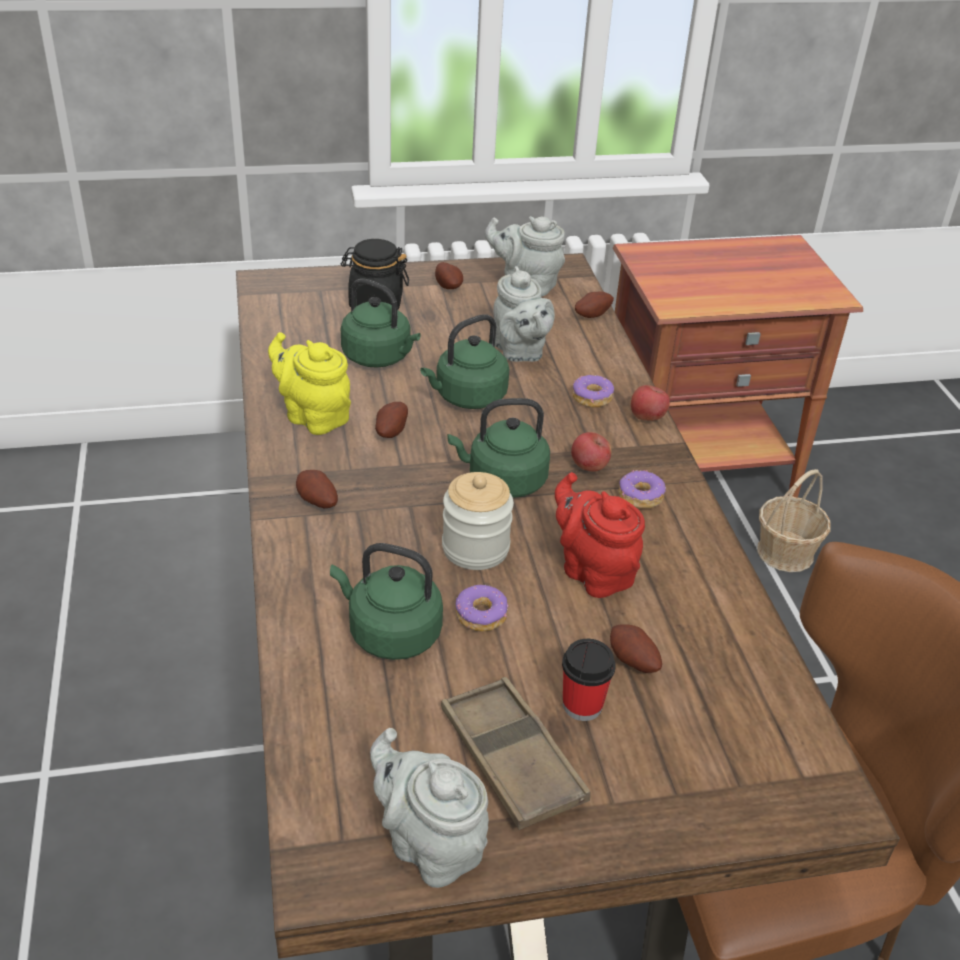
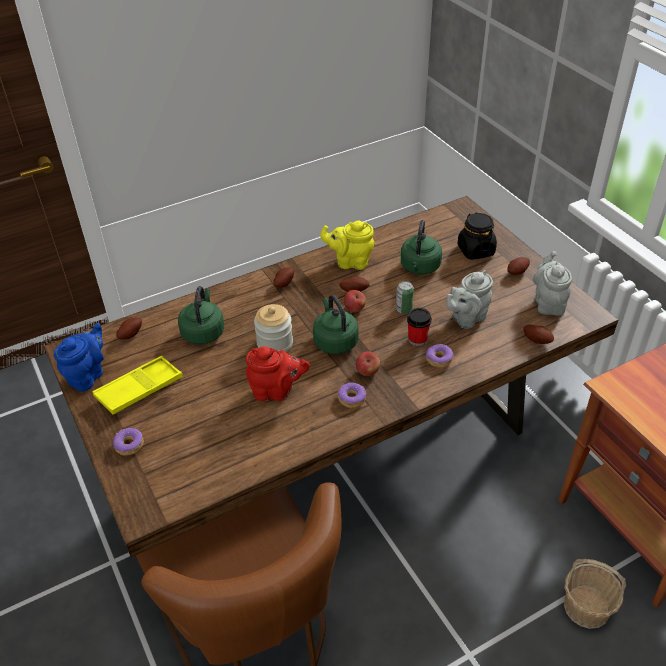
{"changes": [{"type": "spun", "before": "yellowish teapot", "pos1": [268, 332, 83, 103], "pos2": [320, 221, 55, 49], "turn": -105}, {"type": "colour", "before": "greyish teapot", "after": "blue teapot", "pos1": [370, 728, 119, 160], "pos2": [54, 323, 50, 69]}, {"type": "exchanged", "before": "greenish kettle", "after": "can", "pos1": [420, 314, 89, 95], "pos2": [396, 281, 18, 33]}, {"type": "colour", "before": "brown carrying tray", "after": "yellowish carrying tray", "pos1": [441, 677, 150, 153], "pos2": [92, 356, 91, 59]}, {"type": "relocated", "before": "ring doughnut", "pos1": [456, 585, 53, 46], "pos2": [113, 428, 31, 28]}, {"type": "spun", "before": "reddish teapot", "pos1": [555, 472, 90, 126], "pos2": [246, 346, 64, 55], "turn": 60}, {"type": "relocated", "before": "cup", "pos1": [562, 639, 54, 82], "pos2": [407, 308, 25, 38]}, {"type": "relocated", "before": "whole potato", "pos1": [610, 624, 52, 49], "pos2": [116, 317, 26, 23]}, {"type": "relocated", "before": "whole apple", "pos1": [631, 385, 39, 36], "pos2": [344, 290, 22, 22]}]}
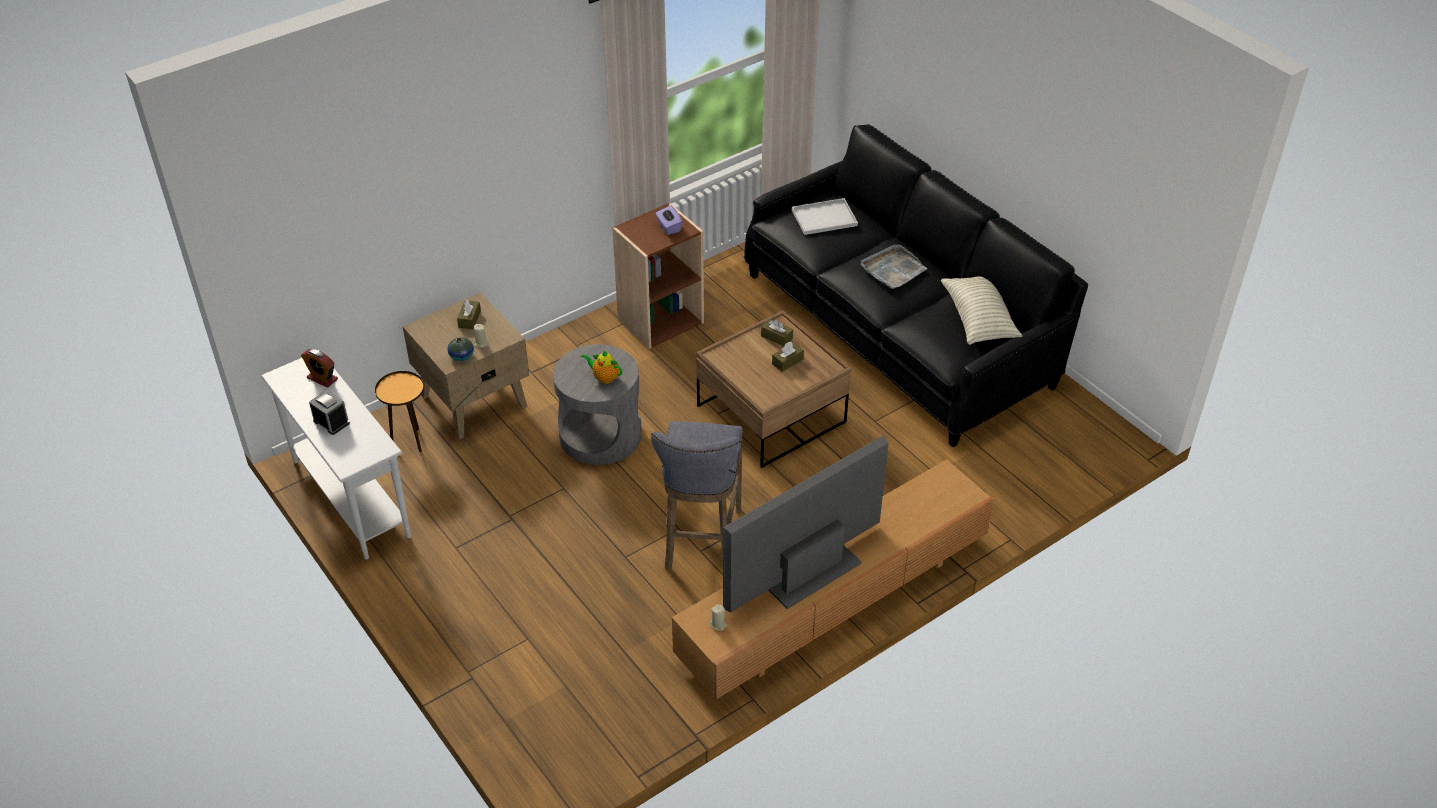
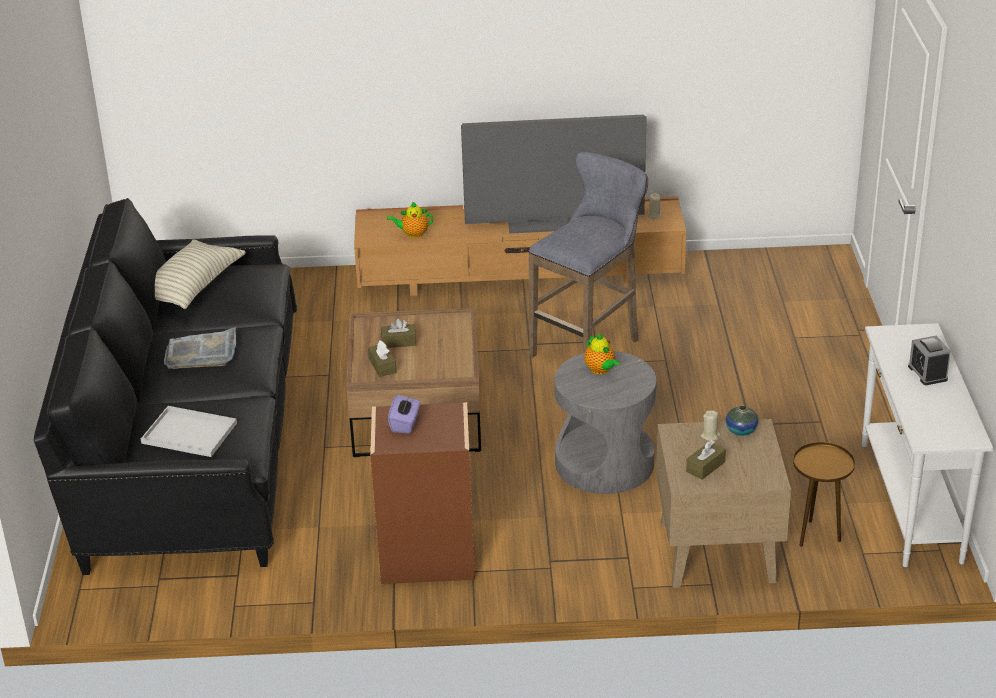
{"changes": [{"type": "missing", "before": "alarm clock", "pos1": [301, 349, 37, 39]}, {"type": "appeared", "after": "teapot", "pos2": [387, 201, 46, 37]}]}
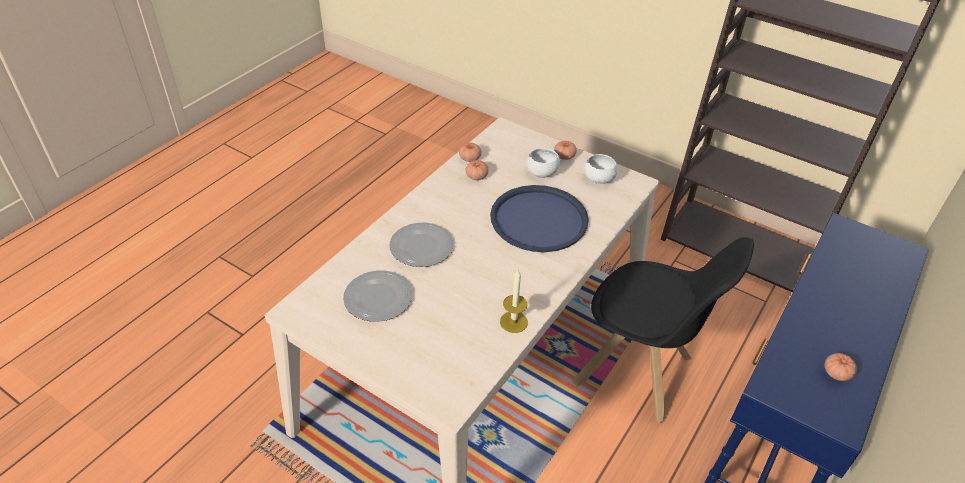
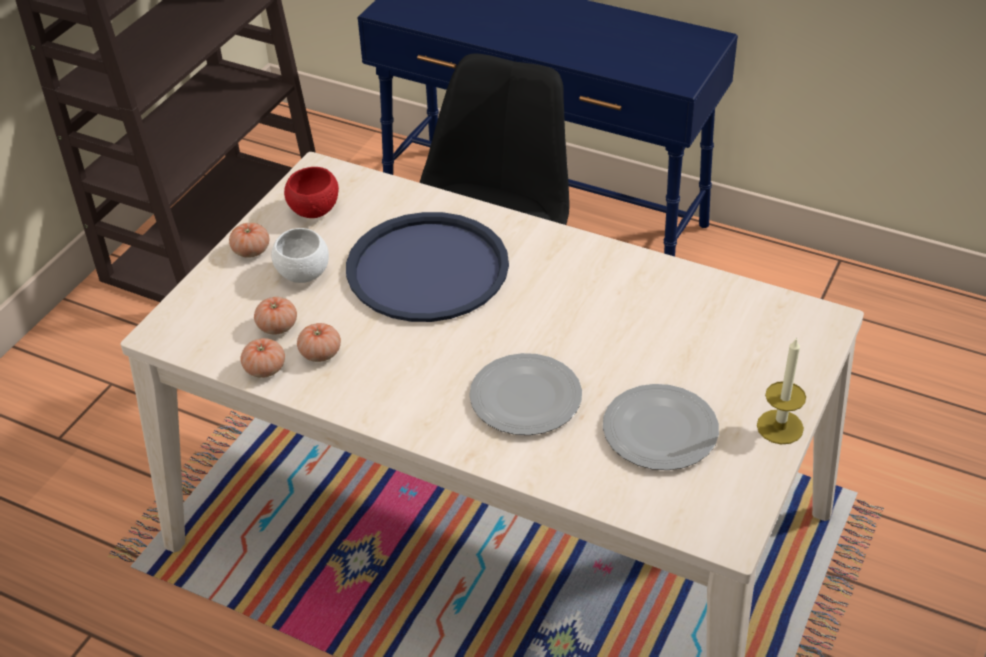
{"changes": [{"type": "relocated", "before": "wax light", "pos1": [500, 270, 28, 63], "pos2": [757, 337, 49, 107]}, {"type": "colour", "before": "whitish serving bowl", "after": "reddish serving bowl", "pos1": [584, 154, 34, 30], "pos2": [284, 167, 55, 51]}, {"type": "relocated", "before": "whole tomato", "pos1": [825, 353, 32, 28], "pos2": [254, 297, 43, 38]}]}
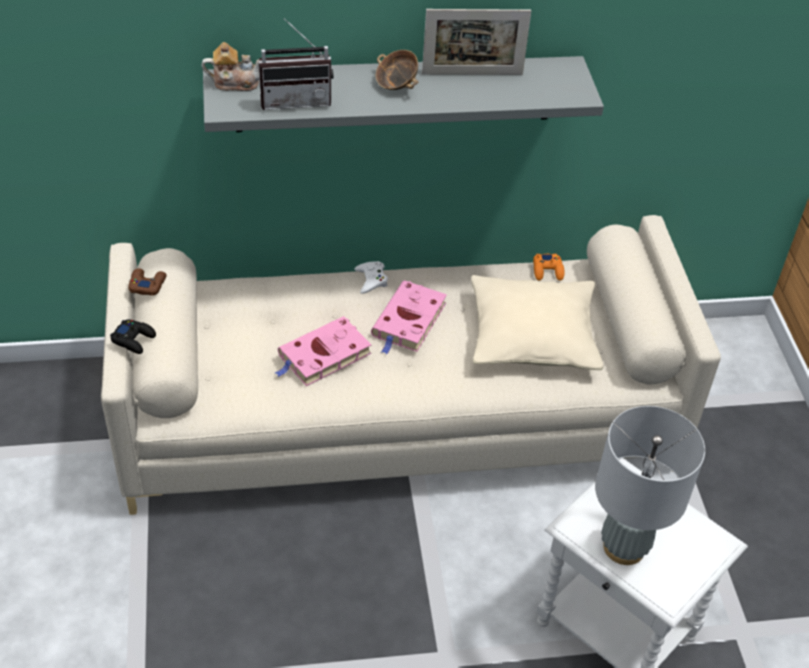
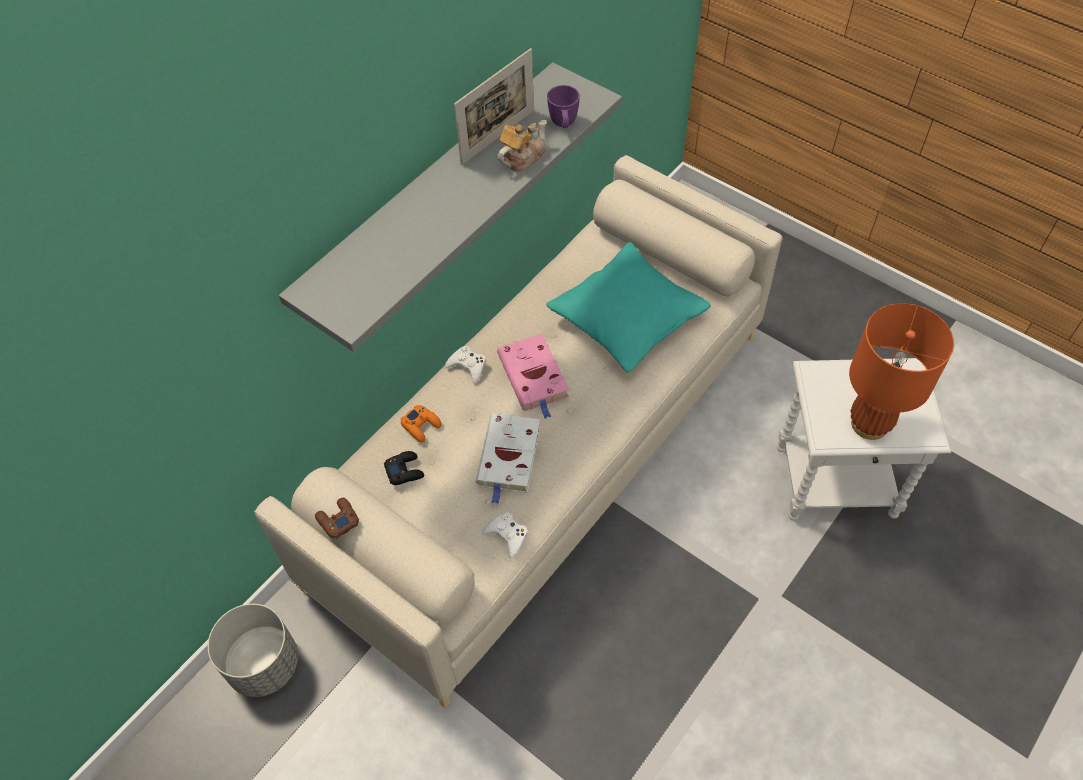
{"changes": [{"type": "relocated", "before": "black game controller", "pos1": [110, 319, 46, 35], "pos2": [384, 451, 40, 34]}, {"type": "relocated", "before": "teapot", "pos1": [202, 42, 57, 49], "pos2": [498, 120, 49, 52]}, {"type": "missing", "before": "radio set", "pos1": [259, 18, 75, 92]}, {"type": "colour", "before": "pink volume", "after": "whitish volume", "pos1": [275, 316, 96, 70], "pos2": [475, 413, 65, 91]}, {"type": "missing", "before": "serving bowl", "pos1": [376, 50, 42, 40]}, {"type": "colour", "before": "beige-coloured pillow", "after": "turquoise pillow", "pos1": [471, 275, 132, 95], "pos2": [546, 242, 164, 131]}, {"type": "relocated", "before": "orangey game controller", "pos1": [533, 254, 32, 27], "pos2": [401, 405, 41, 37]}, {"type": "colour", "before": "greyish lamp for a table", "after": "orangey lamp for a table", "pos1": [595, 406, 110, 159], "pos2": [849, 303, 105, 137]}, {"type": "appeared", "after": "greyish flower pot", "pos2": [208, 604, 90, 93]}, {"type": "appeared", "after": "whitish game controller", "pos2": [482, 512, 46, 47]}, {"type": "appeared", "after": "purple tea mug", "pos2": [547, 85, 33, 43]}]}
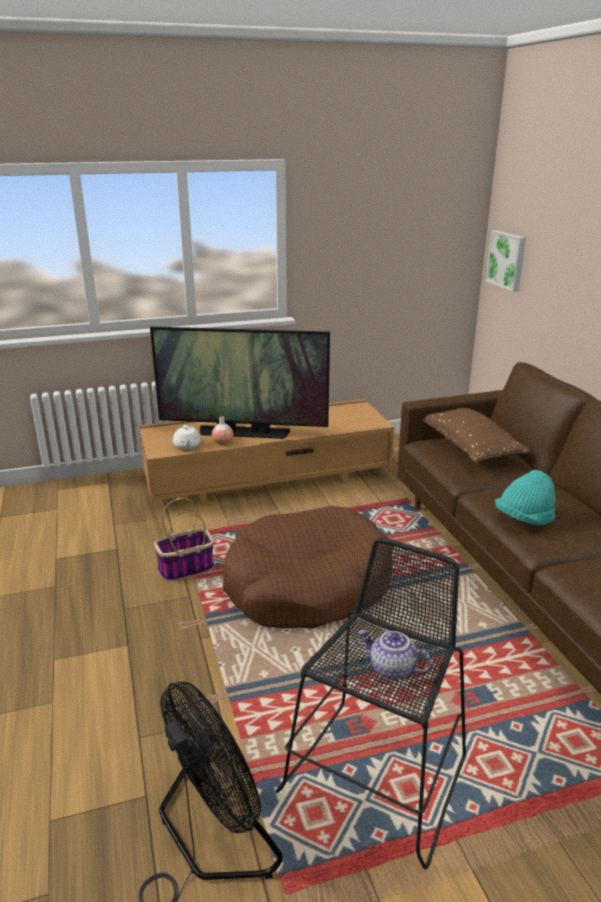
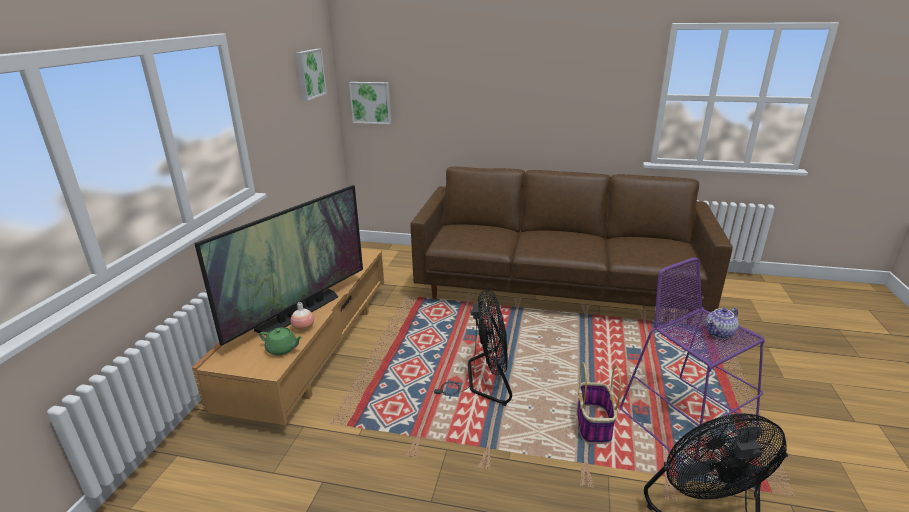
{"changes": [{"type": "relocated", "before": "basket", "pos1": [154, 498, 60, 83], "pos2": [577, 362, 44, 82]}, {"type": "colour", "before": "whitish teapot", "after": "greenish teapot", "pos1": [173, 425, 28, 25], "pos2": [259, 327, 43, 28]}, {"type": "exchanged", "before": "brown dog cushion", "after": "black electric fan", "pos1": [223, 506, 170, 123], "pos2": [433, 289, 79, 117]}, {"type": "colour", "before": "black stool", "after": "purple stool", "pos1": [276, 537, 190, 332], "pos2": [620, 258, 145, 207]}, {"type": "missing", "before": "brown pillow", "pos1": [423, 408, 107, 55]}, {"type": "missing", "before": "turquoise hat", "pos1": [495, 470, 60, 55]}, {"type": "appeared", "after": "picture", "pos2": [296, 49, 31, 52]}]}
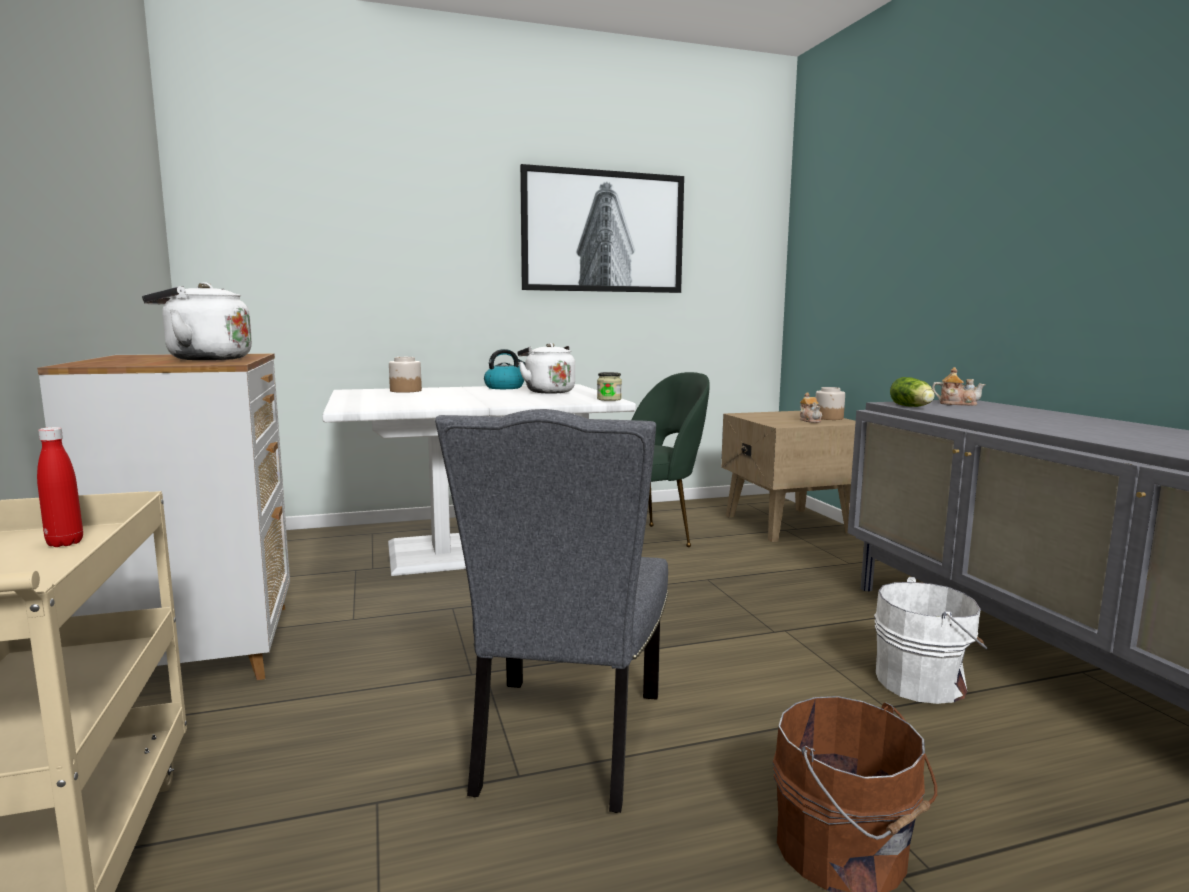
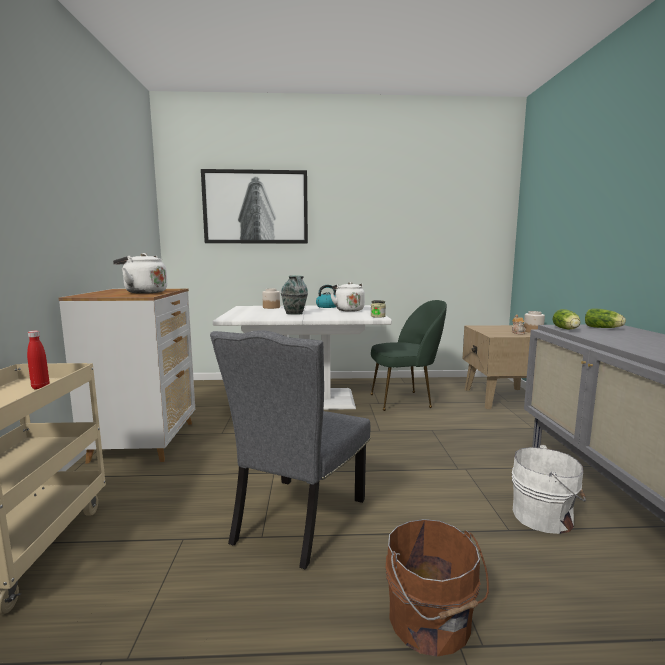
{"changes": [{"type": "relocated", "before": "picture", "pos1": [520, 164, 164, 129], "pos2": [201, 169, 107, 75]}, {"type": "exchanged", "before": "teapot", "after": "head of lettuce", "pos1": [932, 367, 54, 39], "pos2": [585, 308, 41, 20]}, {"type": "appeared", "after": "vase", "pos2": [281, 276, 27, 39]}]}
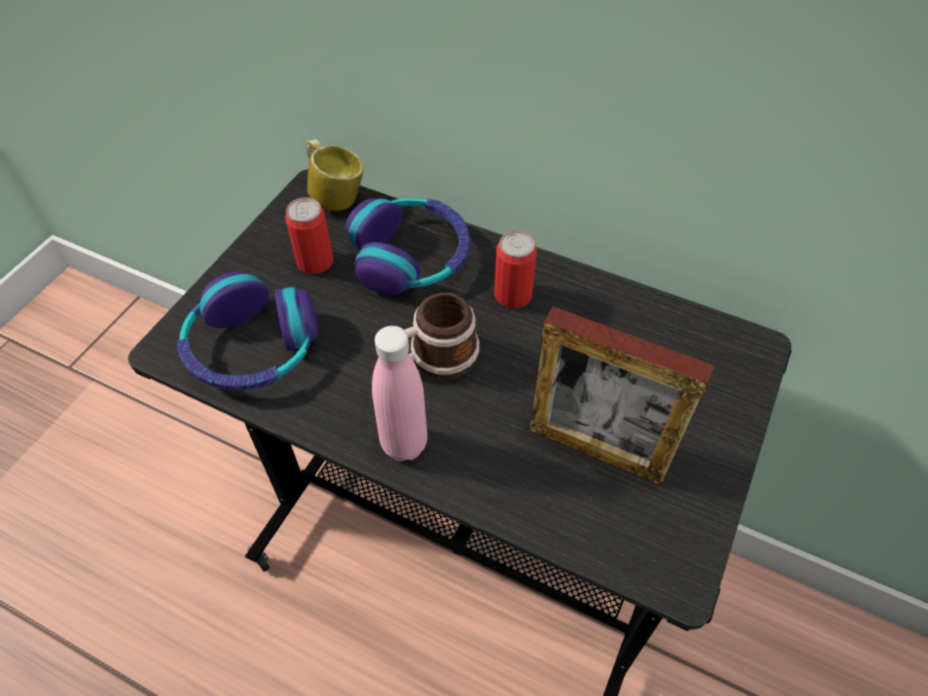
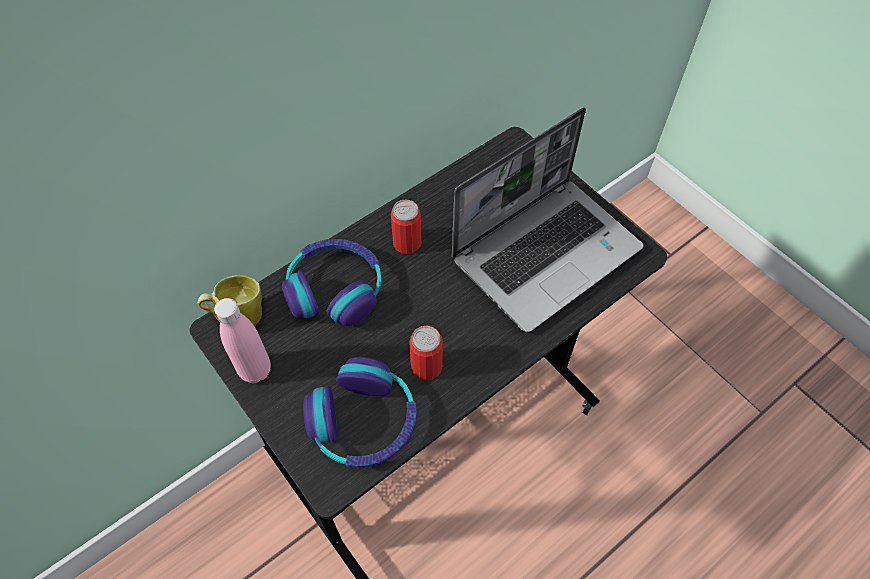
{"changes": [{"type": "relocated", "before": "can", "pos1": [285, 197, 49, 77], "pos2": [409, 326, 34, 54]}, {"type": "relocated", "before": "pink beverage bottle", "pos1": [372, 326, 55, 135], "pos2": [214, 298, 57, 85]}, {"type": "missing", "before": "tea mug", "pos1": [405, 293, 75, 87]}, {"type": "exchanged", "before": "standing frame", "after": "notebook computer", "pos1": [529, 306, 185, 179], "pos2": [452, 107, 191, 226]}]}
